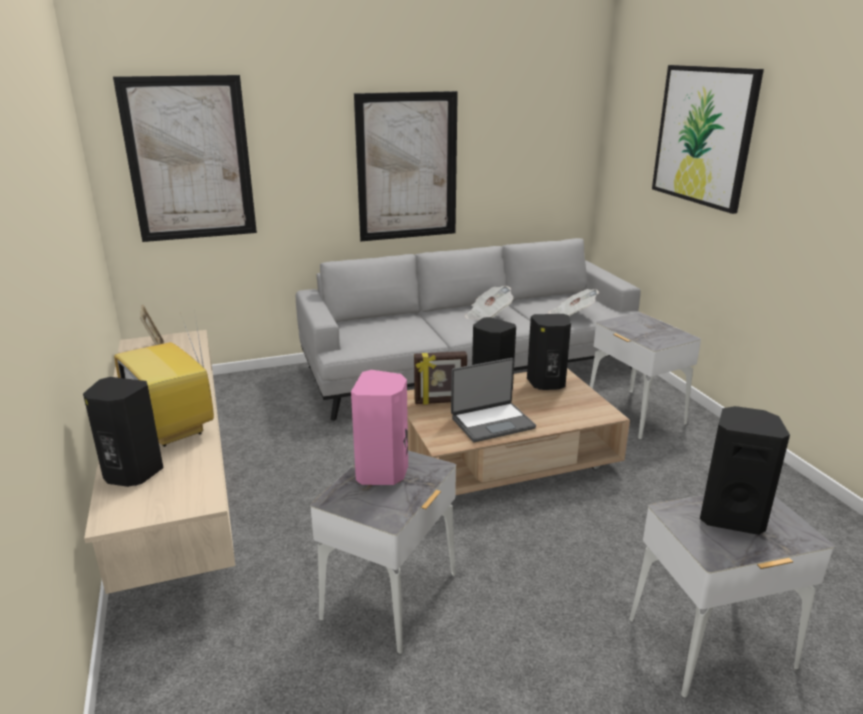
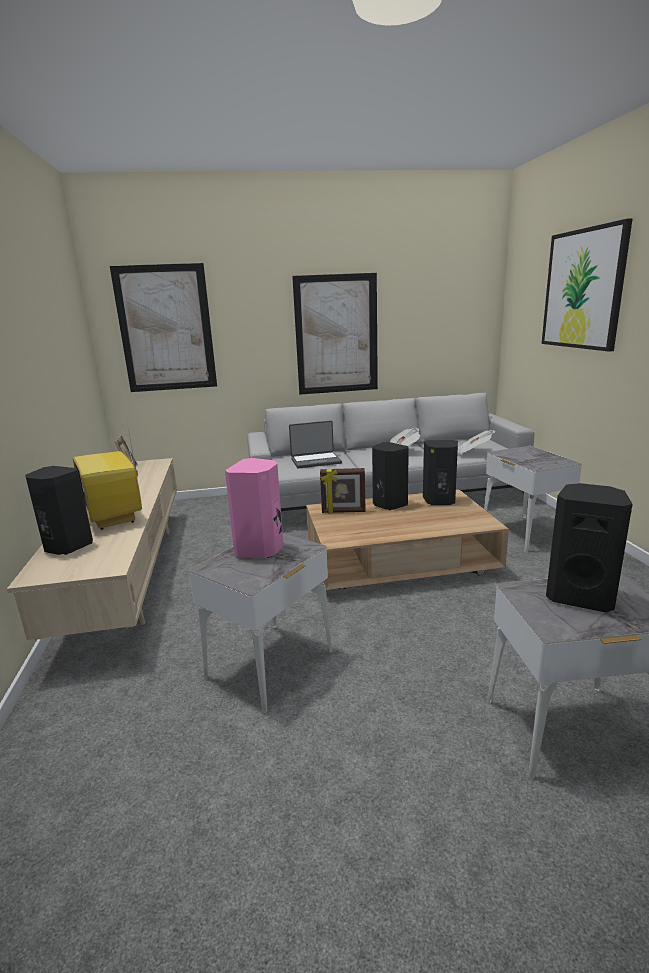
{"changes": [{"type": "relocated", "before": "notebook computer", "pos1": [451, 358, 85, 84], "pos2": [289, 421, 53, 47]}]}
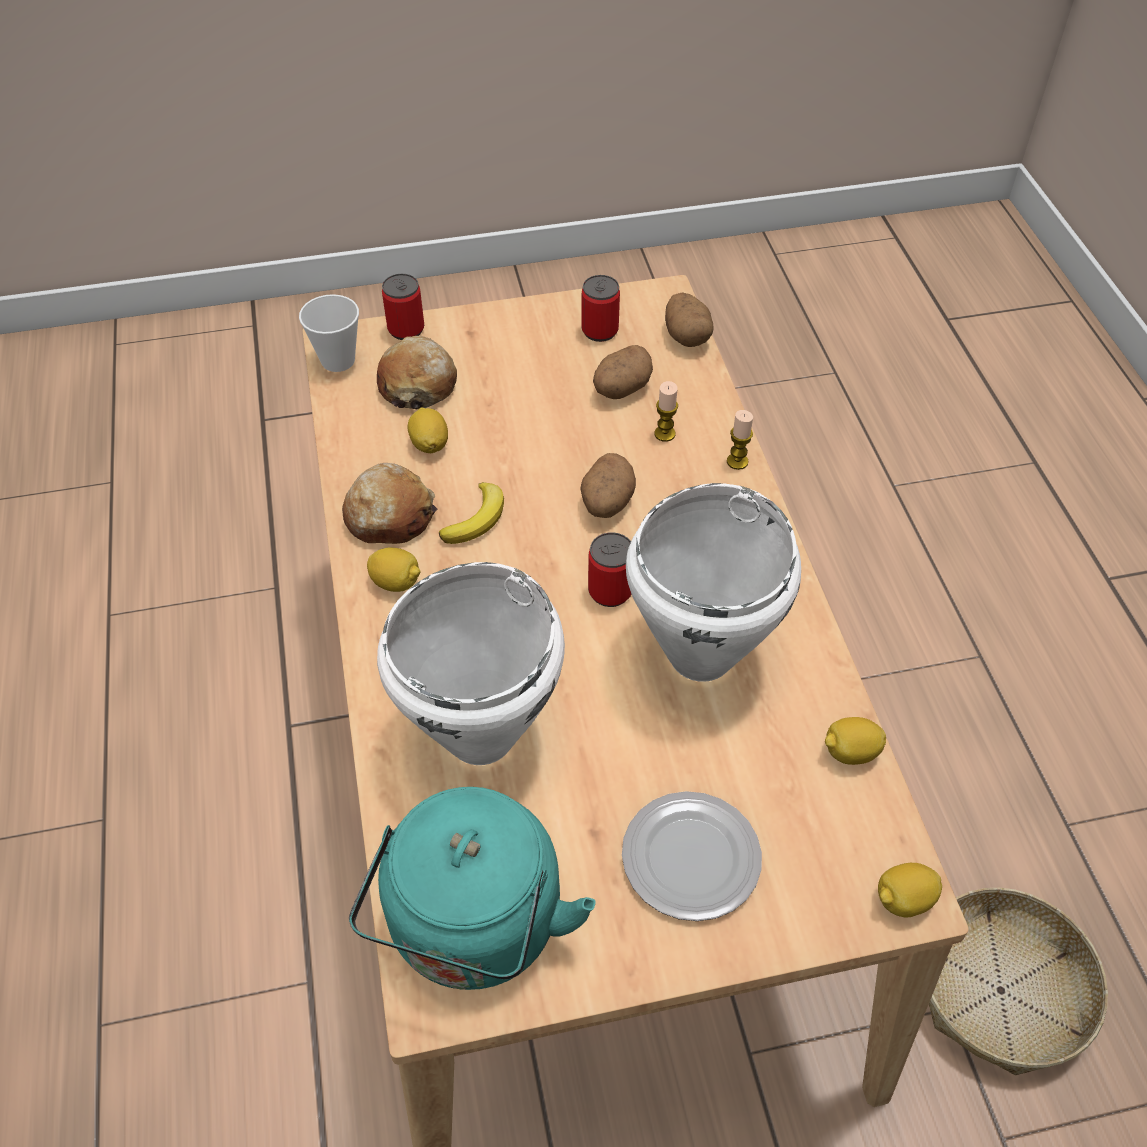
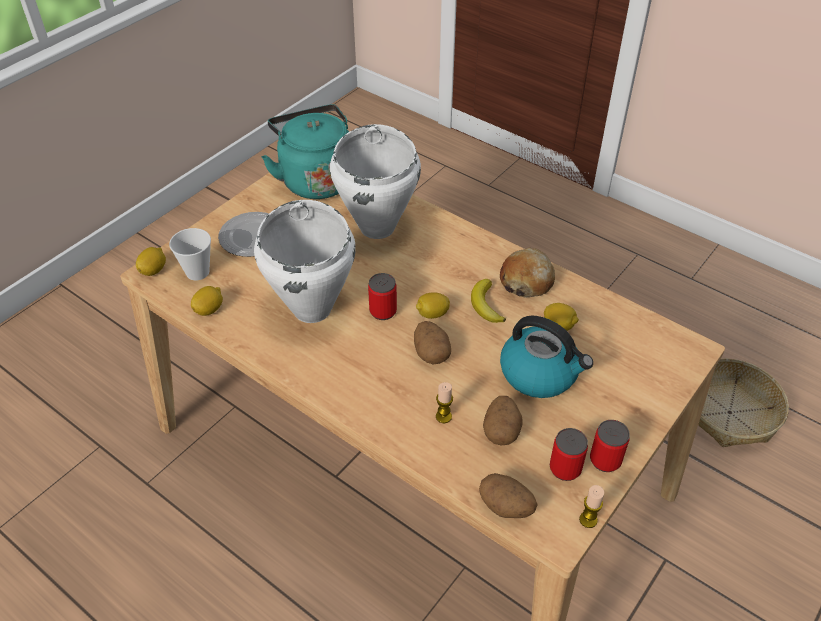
{"changes": [{"type": "relocated", "before": "cup", "pos1": [299, 294, 60, 78], "pos2": [169, 228, 42, 52]}, {"type": "relocated", "before": "lemon", "pos1": [367, 547, 54, 45], "pos2": [416, 292, 34, 27]}, {"type": "missing", "before": "bakery bread", "pos1": [377, 336, 80, 73]}, {"type": "relocated", "before": "can", "pos1": [382, 274, 42, 66], "pos2": [590, 420, 40, 52]}, {"type": "relocated", "before": "wax light", "pos1": [727, 410, 26, 60], "pos2": [579, 485, 25, 43]}, {"type": "relocated", "before": "basket", "pos1": [929, 888, 179, 187], "pos2": [698, 358, 91, 89]}, {"type": "appeared", "after": "kettle", "pos2": [500, 315, 93, 83]}]}
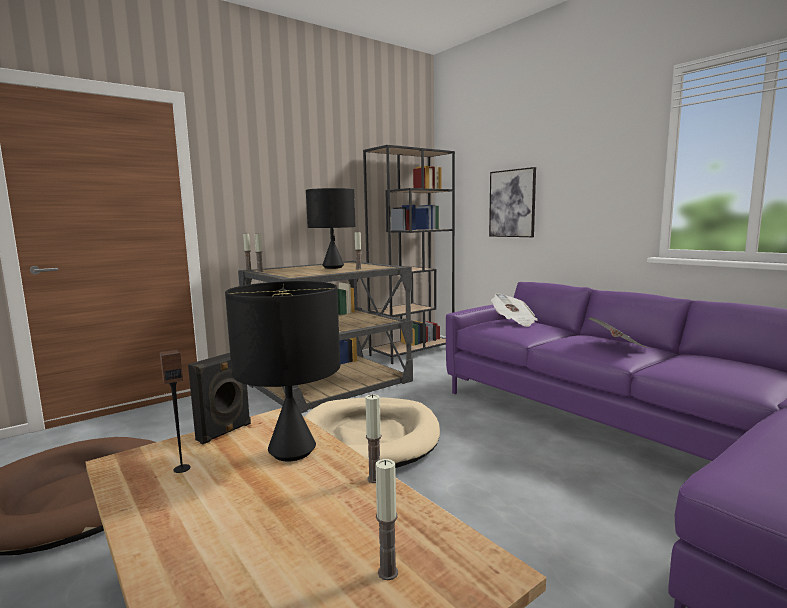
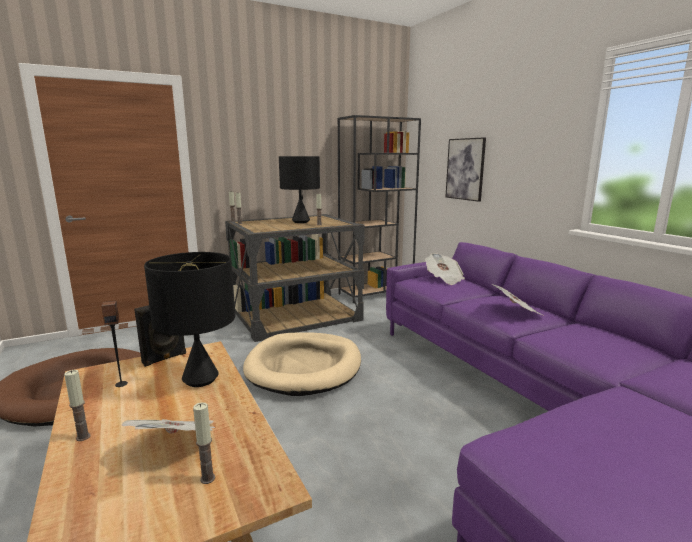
{"changes": [{"type": "relocated", "before": "wax light", "pos1": [365, 394, 17, 89], "pos2": [64, 370, 27, 71]}, {"type": "appeared", "after": "newspaper", "pos2": [122, 419, 93, 15]}]}
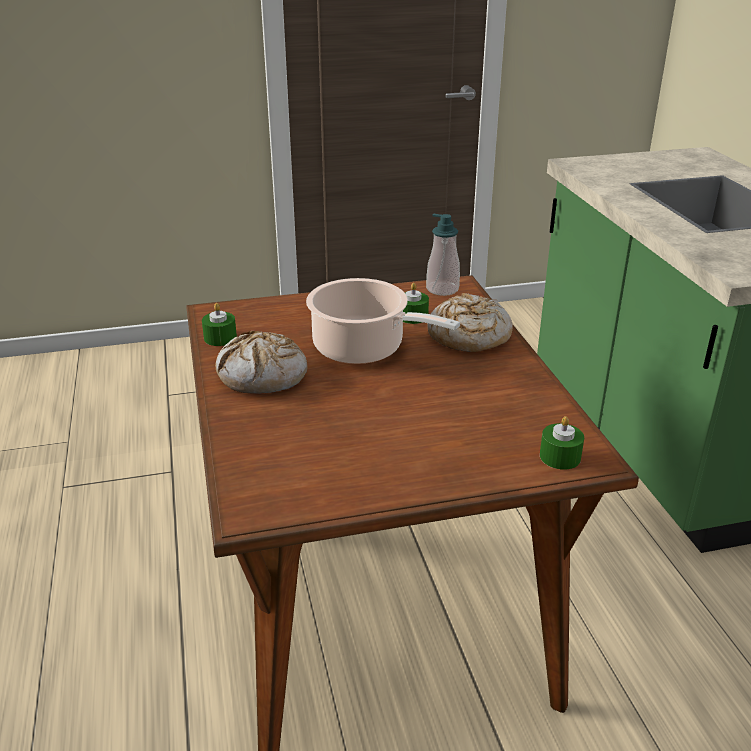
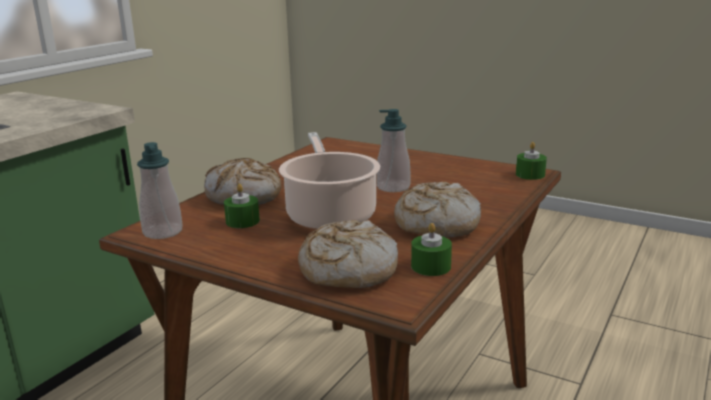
{"changes": [{"type": "relocated", "before": "greenish wax light", "pos1": [540, 416, 44, 54], "pos2": [516, 142, 31, 38]}, {"type": "appeared", "after": "bakery bread", "pos2": [298, 220, 100, 68]}, {"type": "appeared", "after": "soap bottle", "pos2": [376, 109, 35, 83]}]}
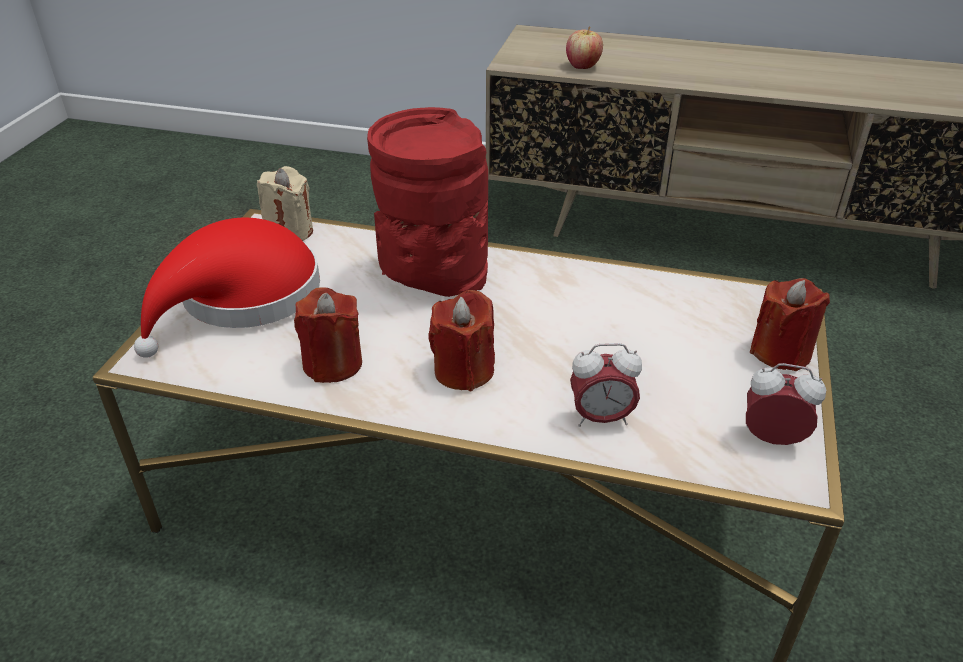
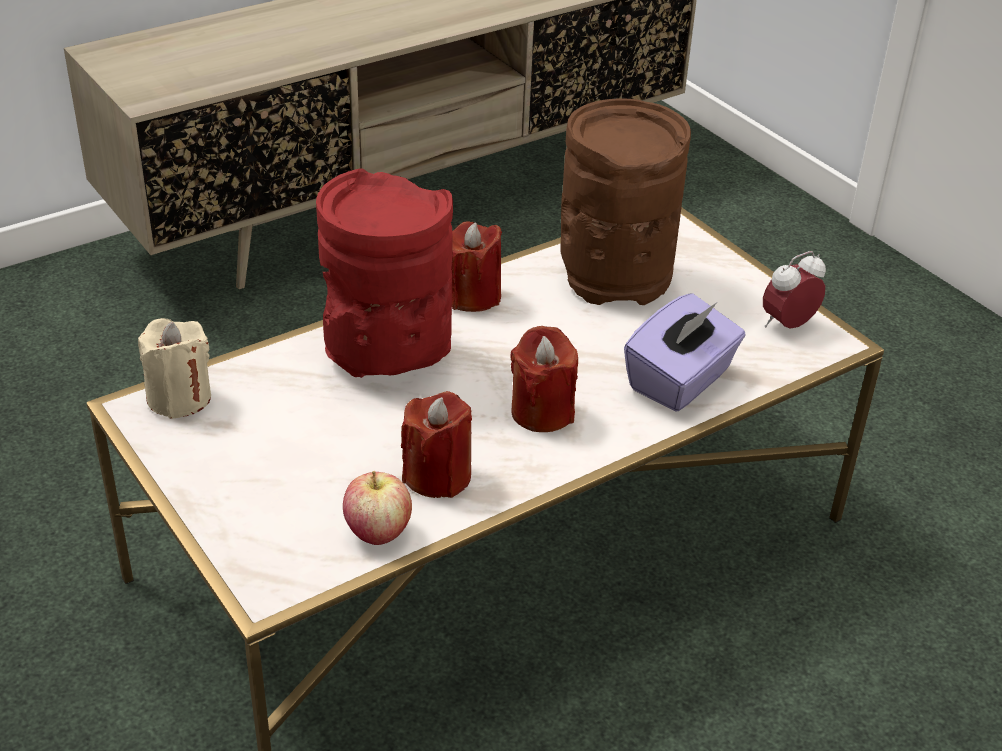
{"changes": [{"type": "missing", "before": "reddish hat", "pos1": [134, 218, 186, 140]}, {"type": "relocated", "before": "whole apple", "pos1": [566, 27, 37, 42], "pos2": [343, 471, 69, 74]}, {"type": "exchanged", "before": "alarm clock", "after": "purple tissue holder", "pos1": [570, 343, 72, 84], "pos2": [624, 293, 122, 118]}, {"type": "relocated", "before": "reddish wax light", "pos1": [750, 278, 80, 93], "pos2": [451, 222, 51, 90]}, {"type": "appeared", "after": "brown vase", "pos2": [560, 99, 131, 206]}]}
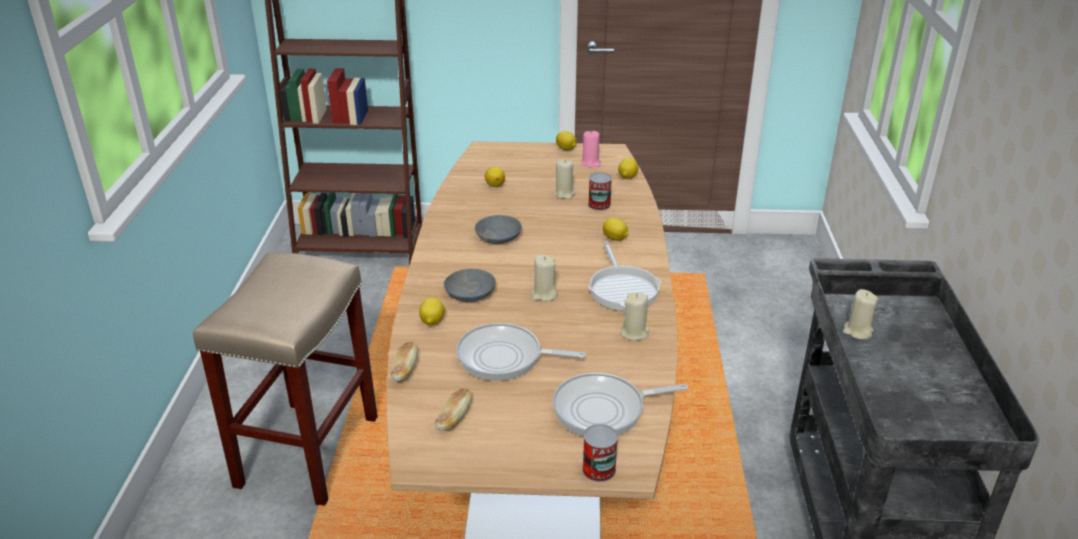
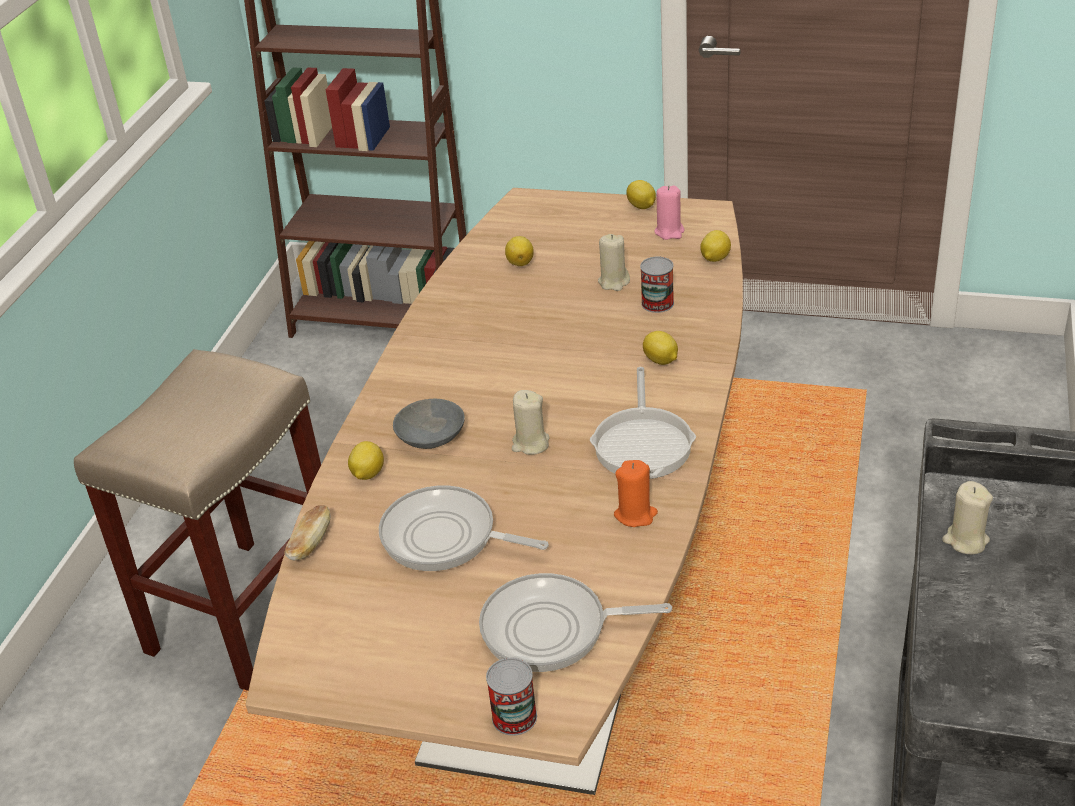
{"changes": [{"type": "missing", "before": "bakery bread", "pos1": [435, 389, 37, 41]}, {"type": "missing", "before": "greyish serving bowl", "pos1": [475, 215, 47, 29]}, {"type": "colour", "before": "beige-coloured wax light", "after": "orangey wax light", "pos1": [620, 292, 30, 49], "pos2": [614, 460, 44, 67]}]}
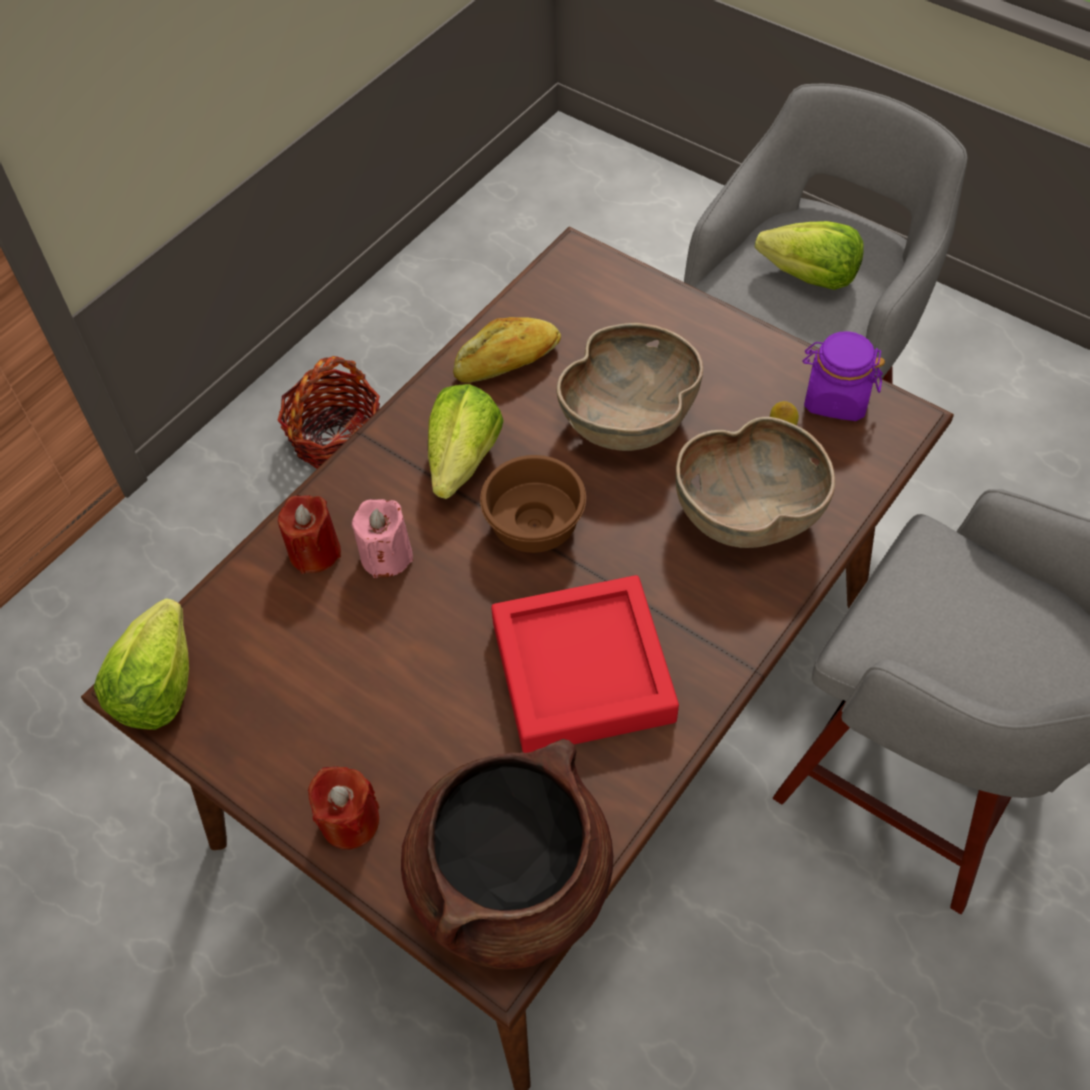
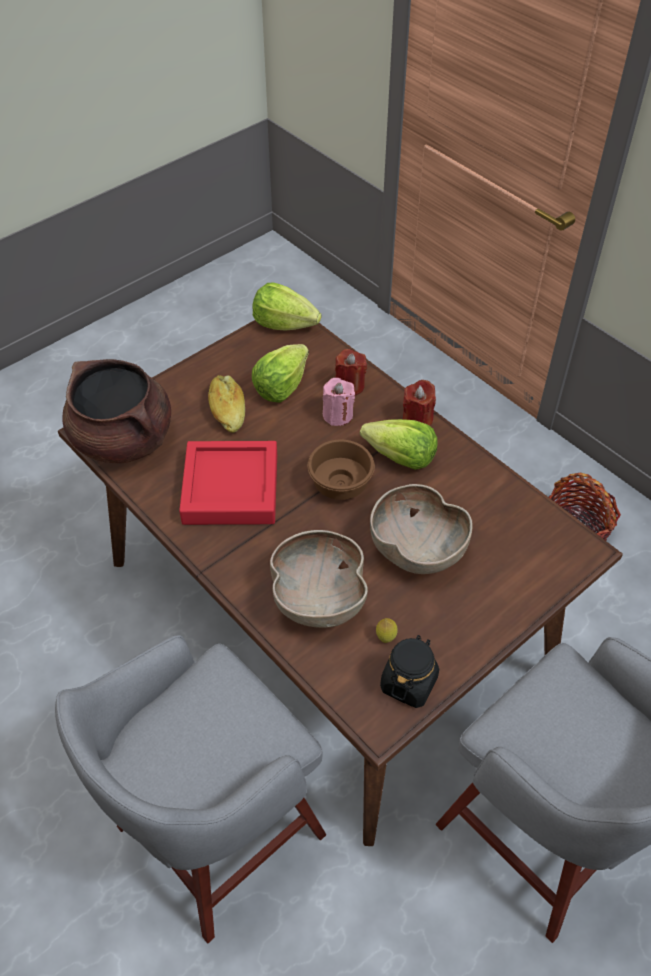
{"changes": [{"type": "relocated", "before": "reddish wax light", "pos1": [308, 766, 71, 84], "pos2": [403, 380, 33, 46]}, {"type": "relocated", "before": "bakery bread", "pos1": [453, 317, 108, 66], "pos2": [208, 375, 37, 58]}, {"type": "relocated", "before": "head of lettuce", "pos1": [755, 221, 109, 69], "pos2": [252, 344, 57, 59]}, {"type": "colour", "before": "purple jar", "after": "black jar", "pos1": [803, 331, 82, 90], "pos2": [380, 635, 59, 73]}]}
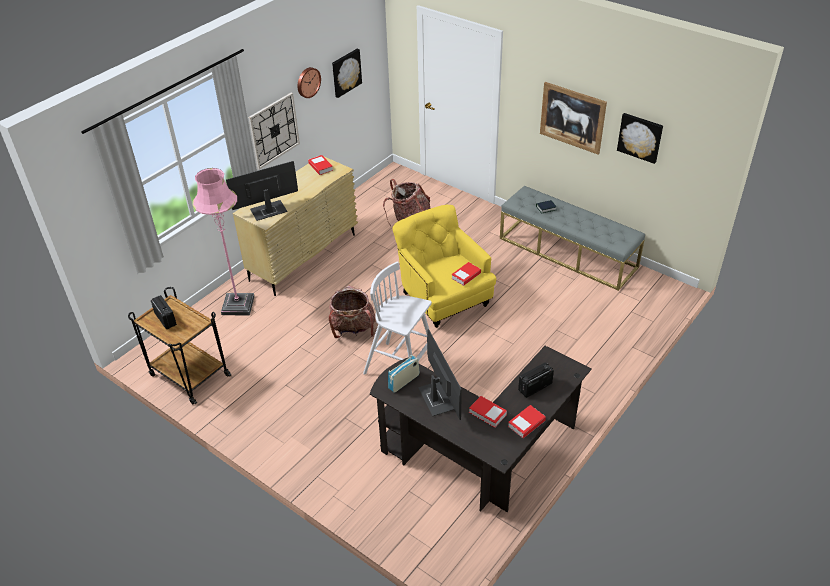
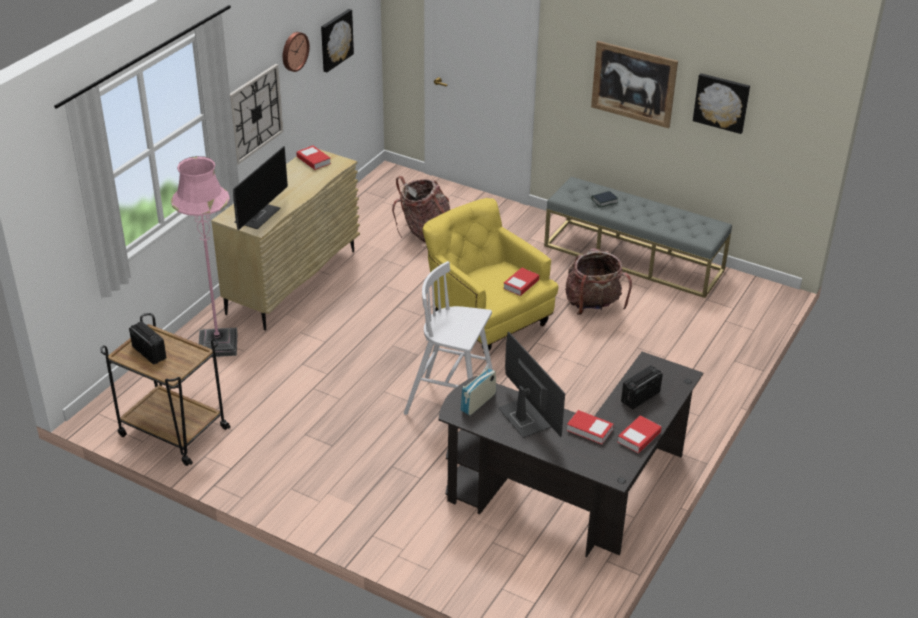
{"changes": [{"type": "spun", "before": "computer display", "pos1": [226, 161, 72, 60], "pos2": [233, 146, 55, 84], "turn": 150}, {"type": "relocated", "before": "knapsack", "pos1": [329, 286, 47, 52], "pos2": [565, 248, 67, 67]}]}
